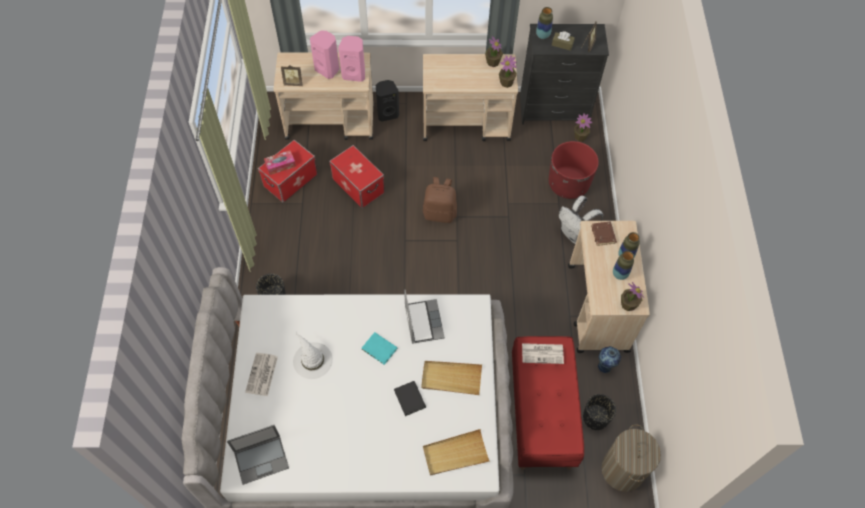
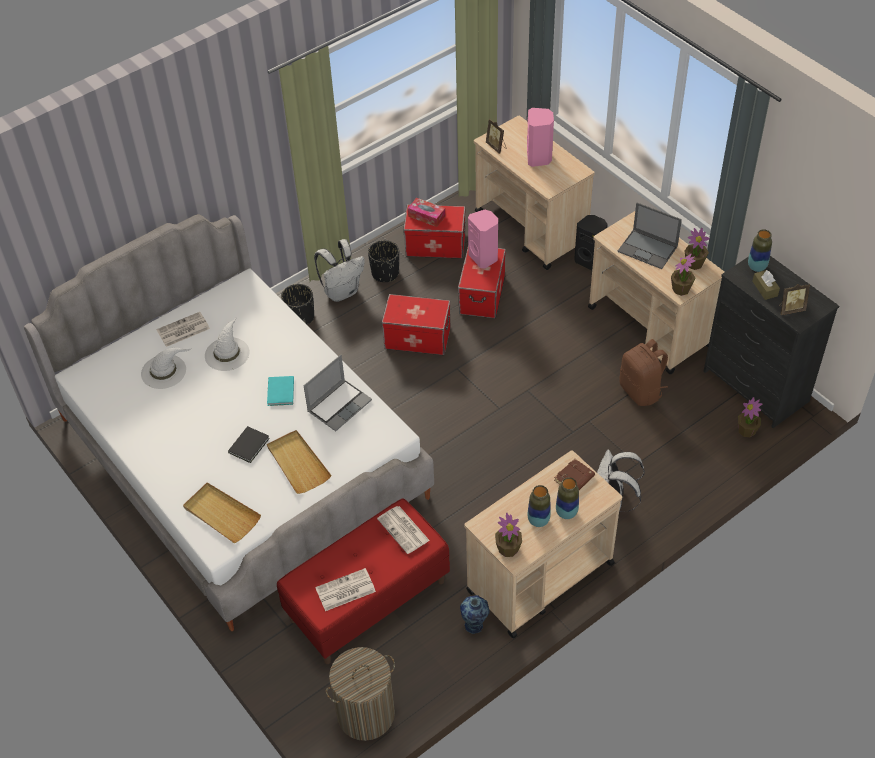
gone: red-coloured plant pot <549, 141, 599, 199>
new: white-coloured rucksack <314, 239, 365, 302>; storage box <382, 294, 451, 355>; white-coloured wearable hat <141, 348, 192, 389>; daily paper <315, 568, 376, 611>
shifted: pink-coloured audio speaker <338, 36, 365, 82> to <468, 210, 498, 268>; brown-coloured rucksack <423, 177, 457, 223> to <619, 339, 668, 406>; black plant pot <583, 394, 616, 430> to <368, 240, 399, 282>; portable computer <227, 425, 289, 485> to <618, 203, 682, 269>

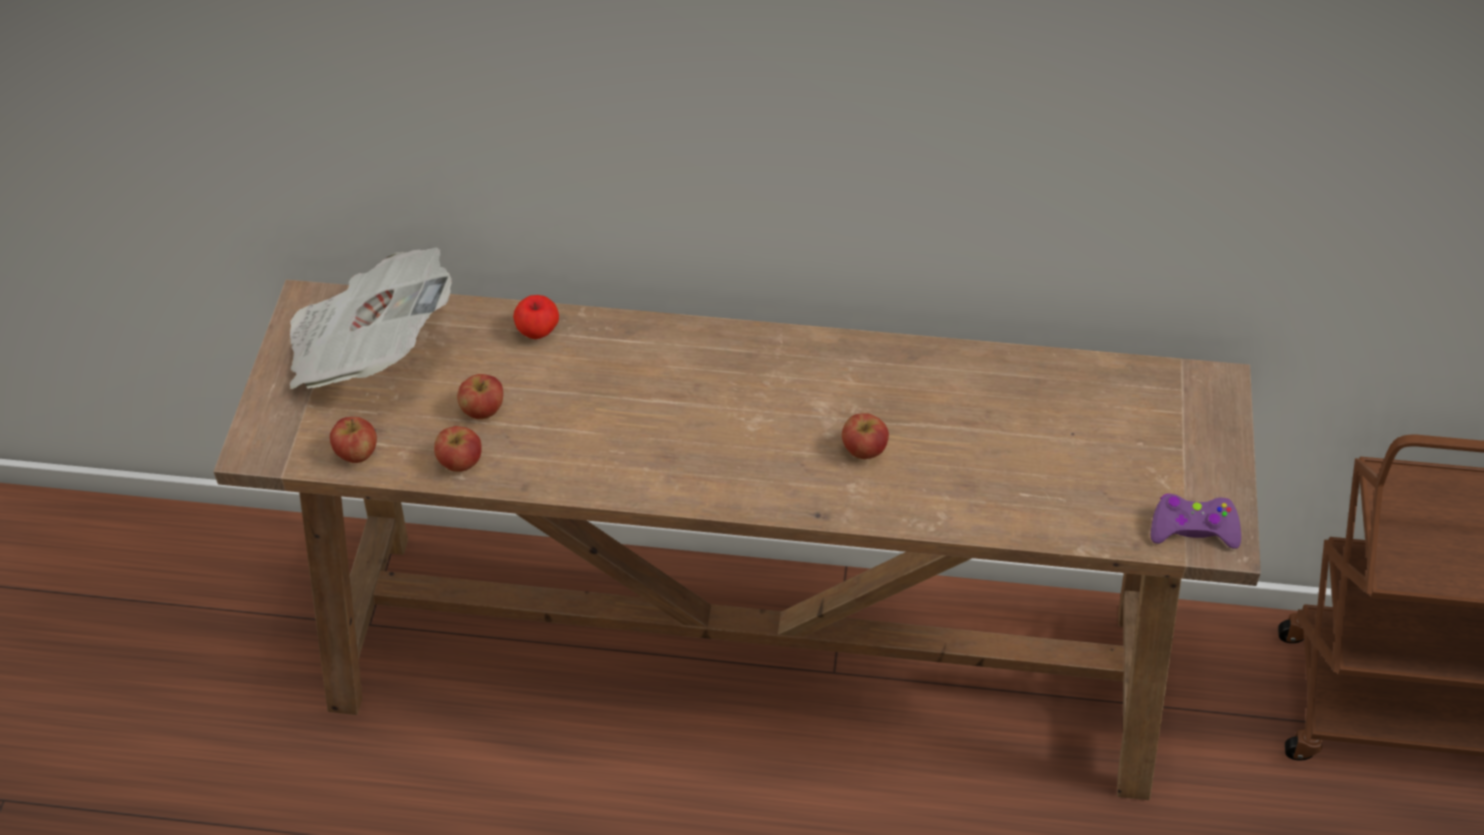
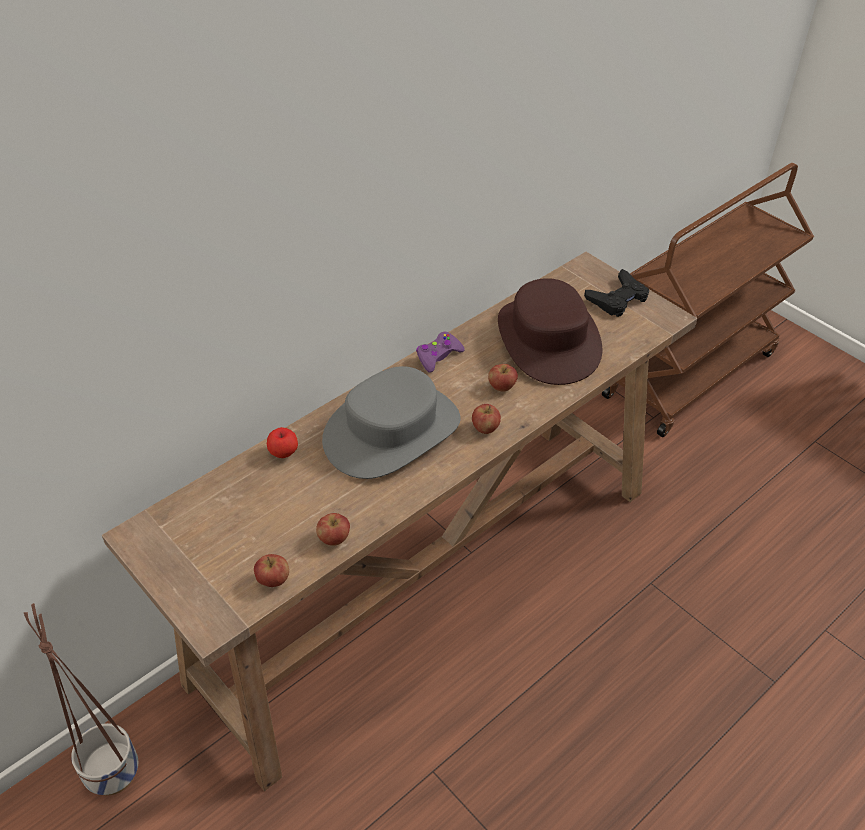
gone: daily paper <289, 248, 452, 389>
new: black gamepad <584, 269, 649, 317>; brown-coloured wearable hat <498, 278, 602, 385>; greyish wearable hat <322, 366, 461, 479>; plant pot <24, 603, 138, 795>
shifted: apple <457, 374, 503, 419> to <472, 404, 501, 434>; purple-coloured gamepad <1150, 494, 1241, 549> to <416, 332, 465, 373>

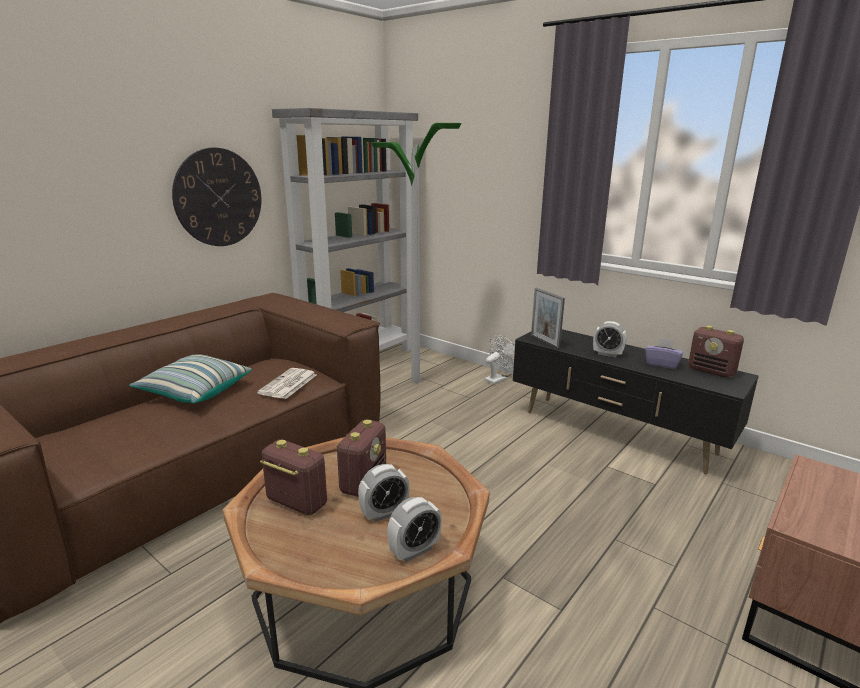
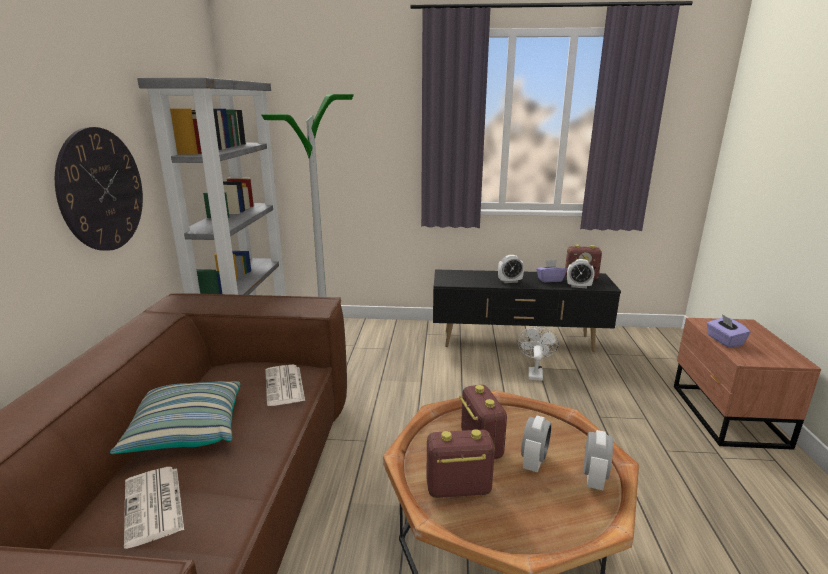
gone: picture frame <531, 288, 565, 349>
new: alarm clock <567, 259, 594, 288>; purple-coloured box of tissues <706, 314, 750, 347>; daily paper <124, 467, 184, 549>
shifted: white-coloured cooling fan <485, 335, 515, 384> to <518, 326, 559, 381>

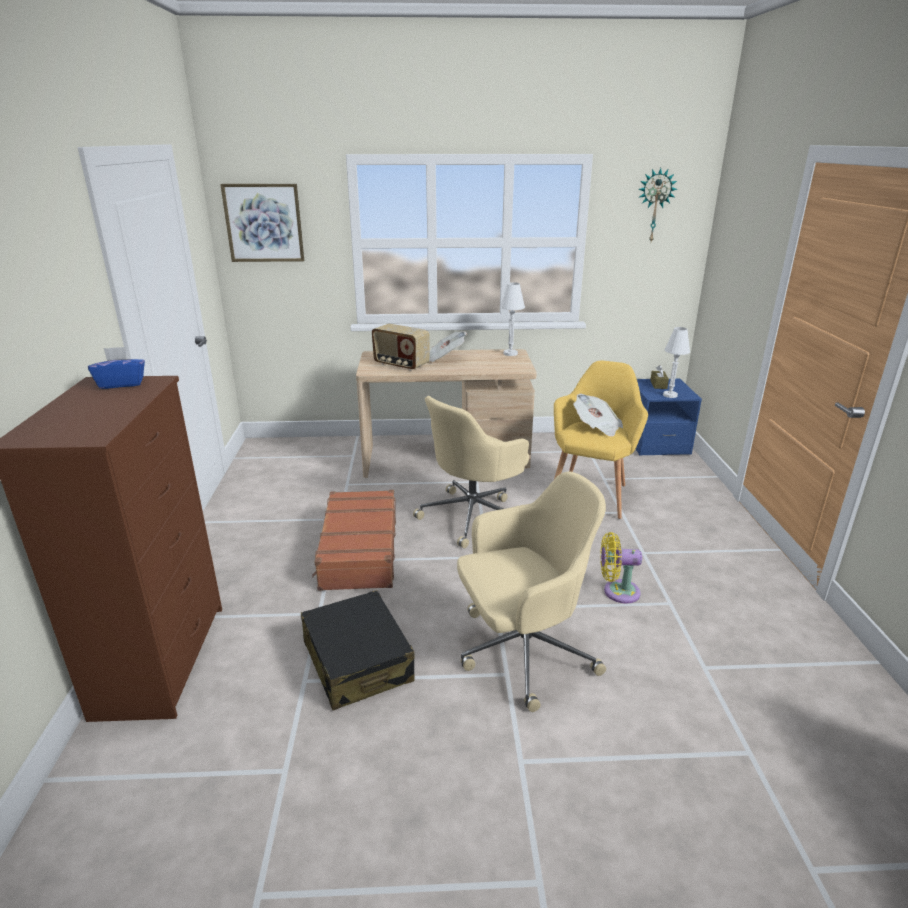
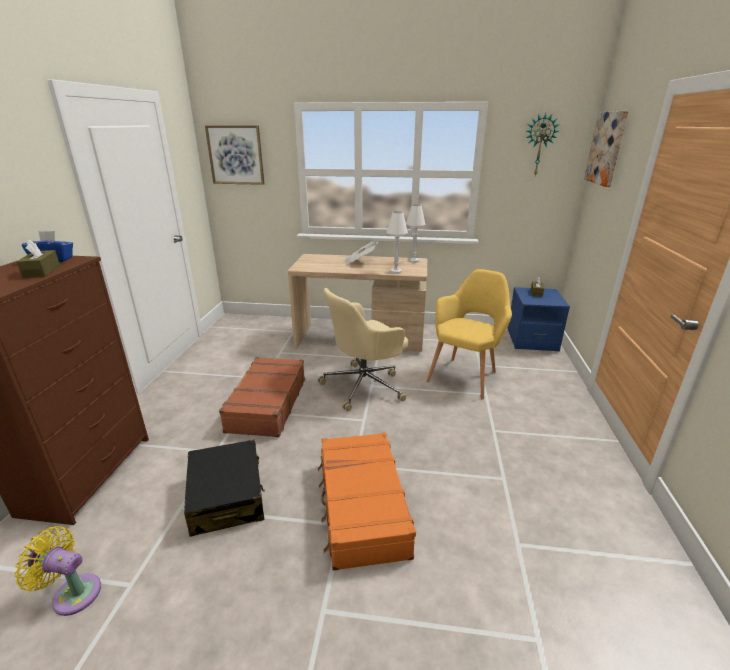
gone: radio receiver <372, 324, 430, 371>; daily paper <574, 394, 621, 437>
new: wall picture <584, 111, 628, 187>; brown-coloured box of tissues <17, 239, 60, 278>
shifted: white-coloured lamp for a table <663, 327, 690, 398> to <387, 211, 408, 274>; yellow cooling fan <600, 532, 642, 604> to <14, 526, 101, 616>
swapped: sand-coloured computer chair <457, 471, 606, 712> to orangey travel case <318, 432, 416, 571>

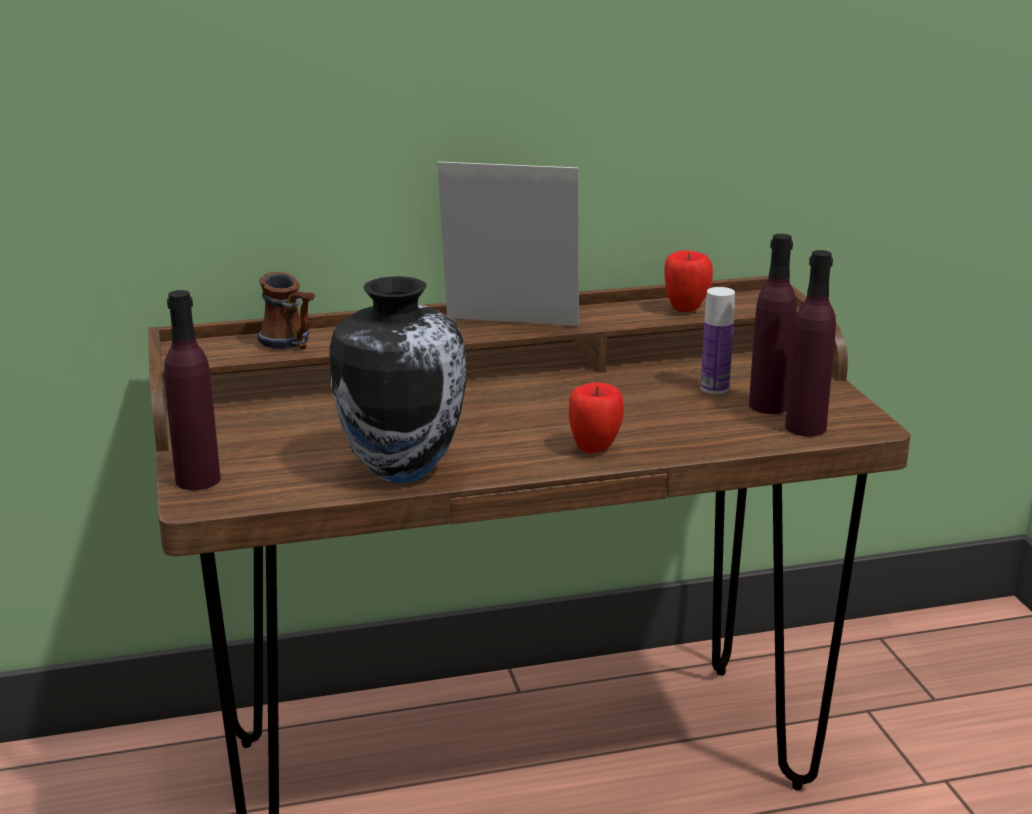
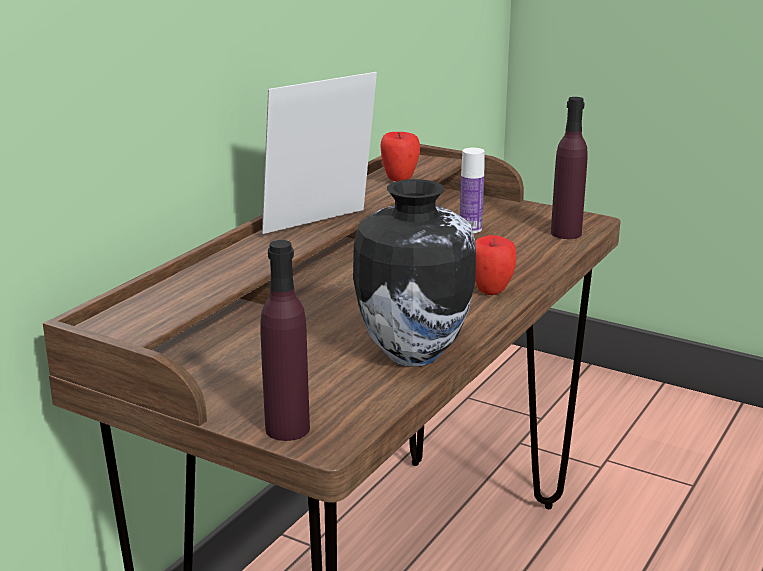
gone: purple-coloured beverage bottle <749, 234, 797, 414>; mug <257, 272, 315, 349>

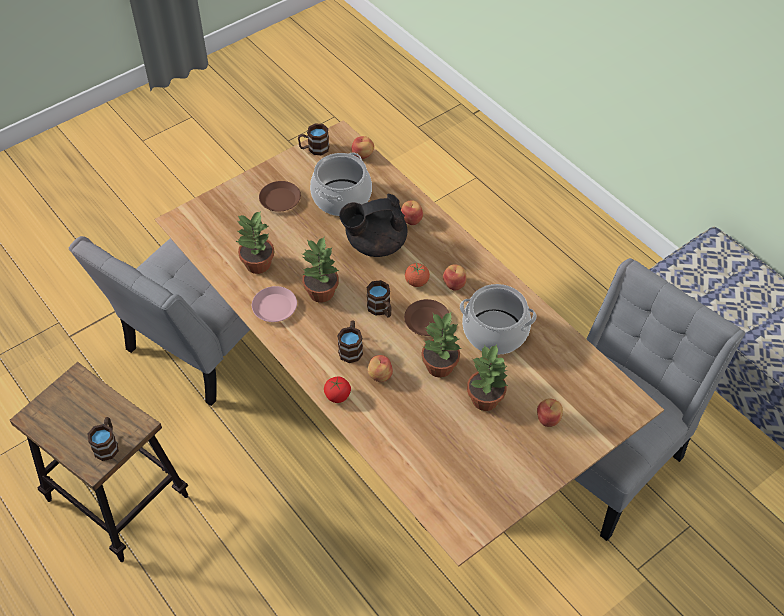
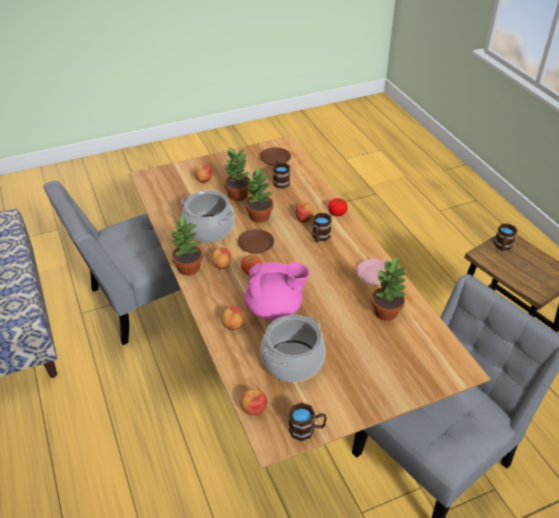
shifted: brown-coloured dinner plate <259, 181, 301, 212> to <260, 147, 291, 166>; houseplant <302, 237, 339, 303> to <170, 216, 203, 276>; brown-coloured mug <366, 280, 392, 317> to <273, 161, 290, 188>
repainted: black tea pot <339, 194, 407, 257> to pink-coloured tea pot <245, 262, 309, 321>

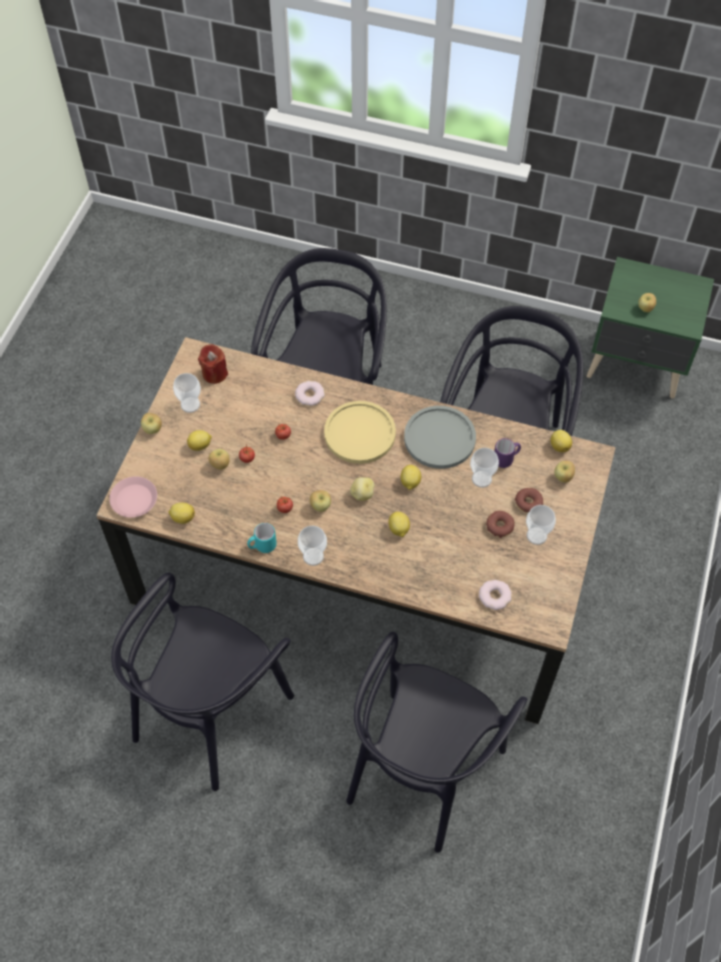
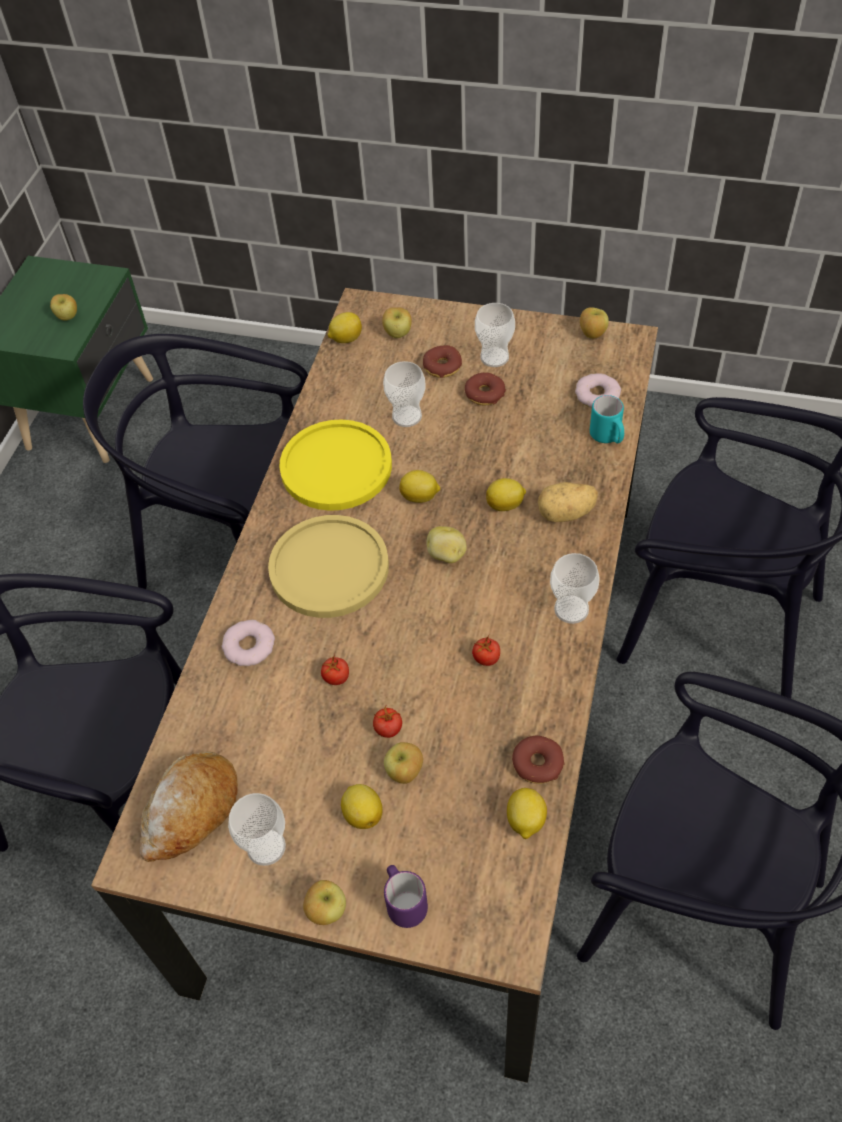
gone: pink-coloured dinner plate <109, 476, 157, 518>
new: whole potato <538, 482, 598, 522>; donut <512, 736, 565, 784>
shifted: purple-coloured mug <494, 438, 521, 468> to <384, 865, 428, 928>; apple <310, 490, 331, 512> to <580, 307, 609, 338>; blue-green mug <247, 523, 277, 553> to <590, 395, 624, 443>
swapped: red-coloured candle <198, 344, 228, 384> to baked bread <140, 752, 238, 862>
repainted: greyish dinner plate <404, 406, 476, 469> to yellow dinner plate <279, 419, 392, 511>

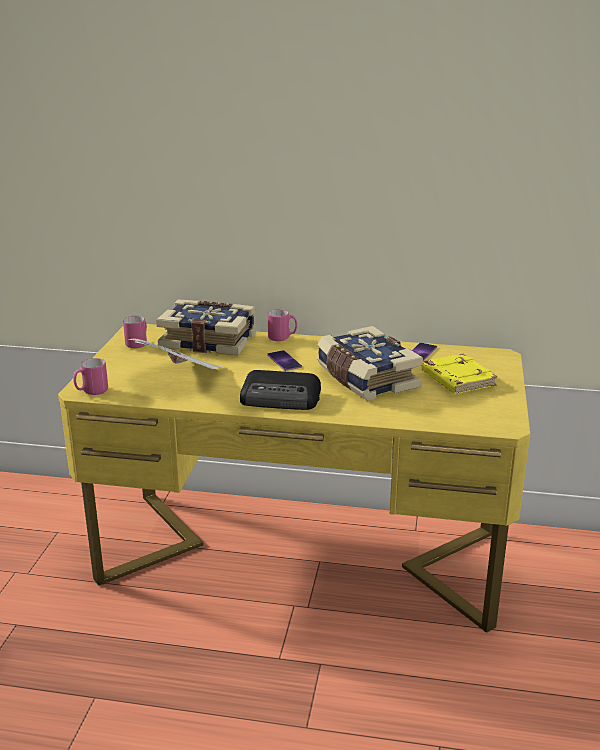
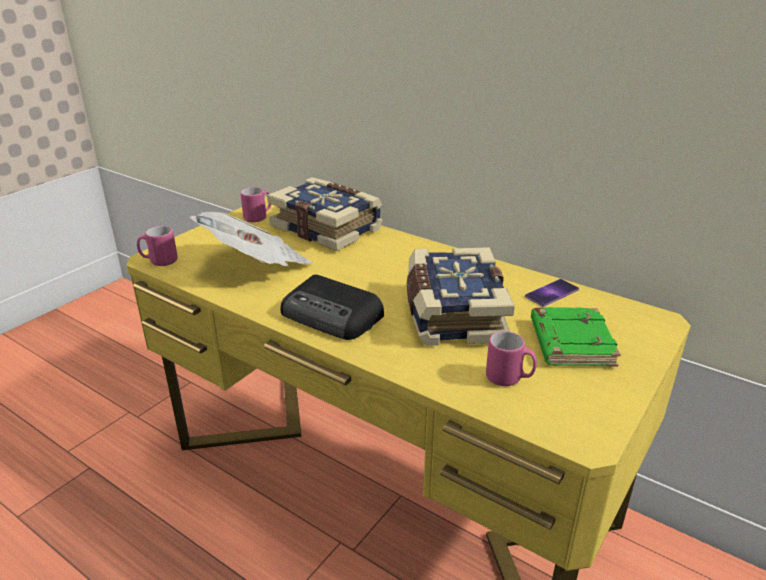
gone: handset <267, 350, 302, 371>
shifted: pink-coloured mug <268, 309, 297, 341> to <486, 331, 537, 386>
repainted: yellow book <421, 354, 497, 394> to green-coloured book <531, 307, 621, 367>

